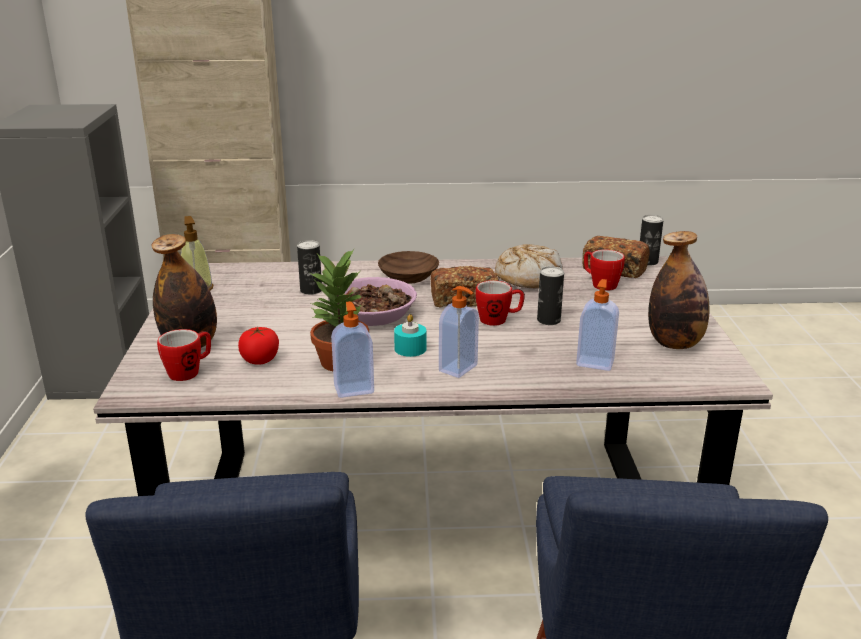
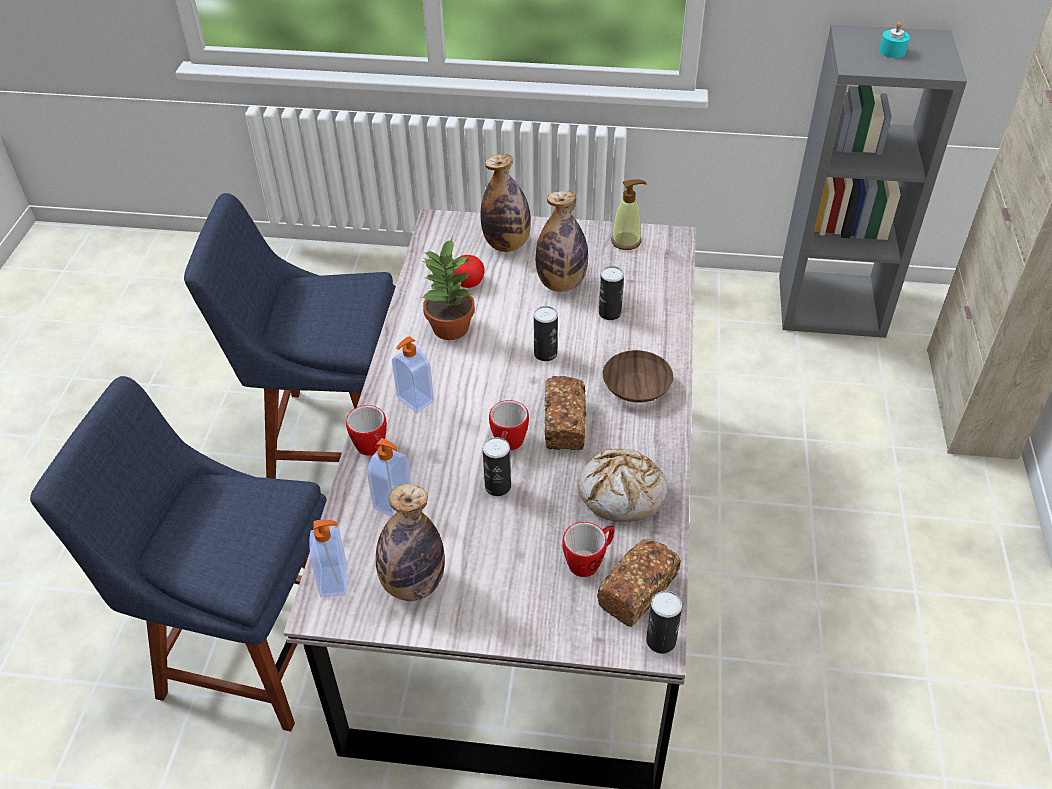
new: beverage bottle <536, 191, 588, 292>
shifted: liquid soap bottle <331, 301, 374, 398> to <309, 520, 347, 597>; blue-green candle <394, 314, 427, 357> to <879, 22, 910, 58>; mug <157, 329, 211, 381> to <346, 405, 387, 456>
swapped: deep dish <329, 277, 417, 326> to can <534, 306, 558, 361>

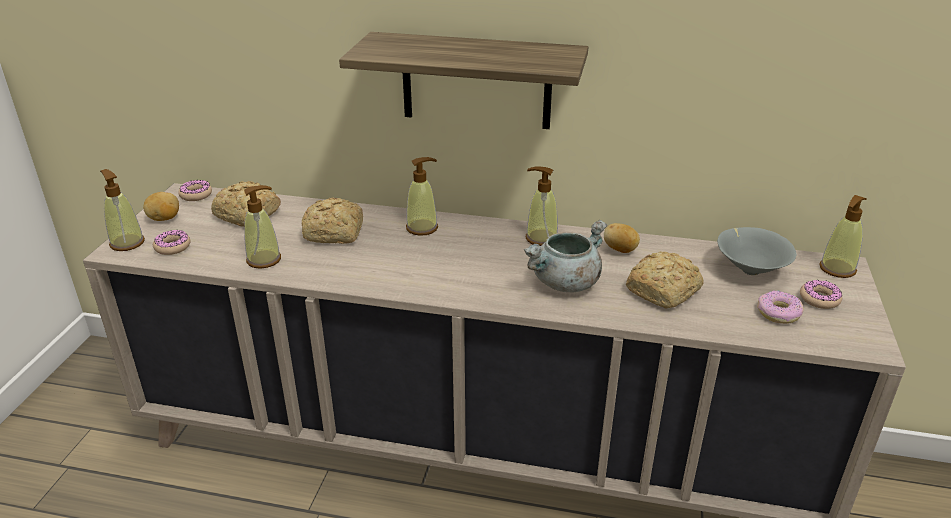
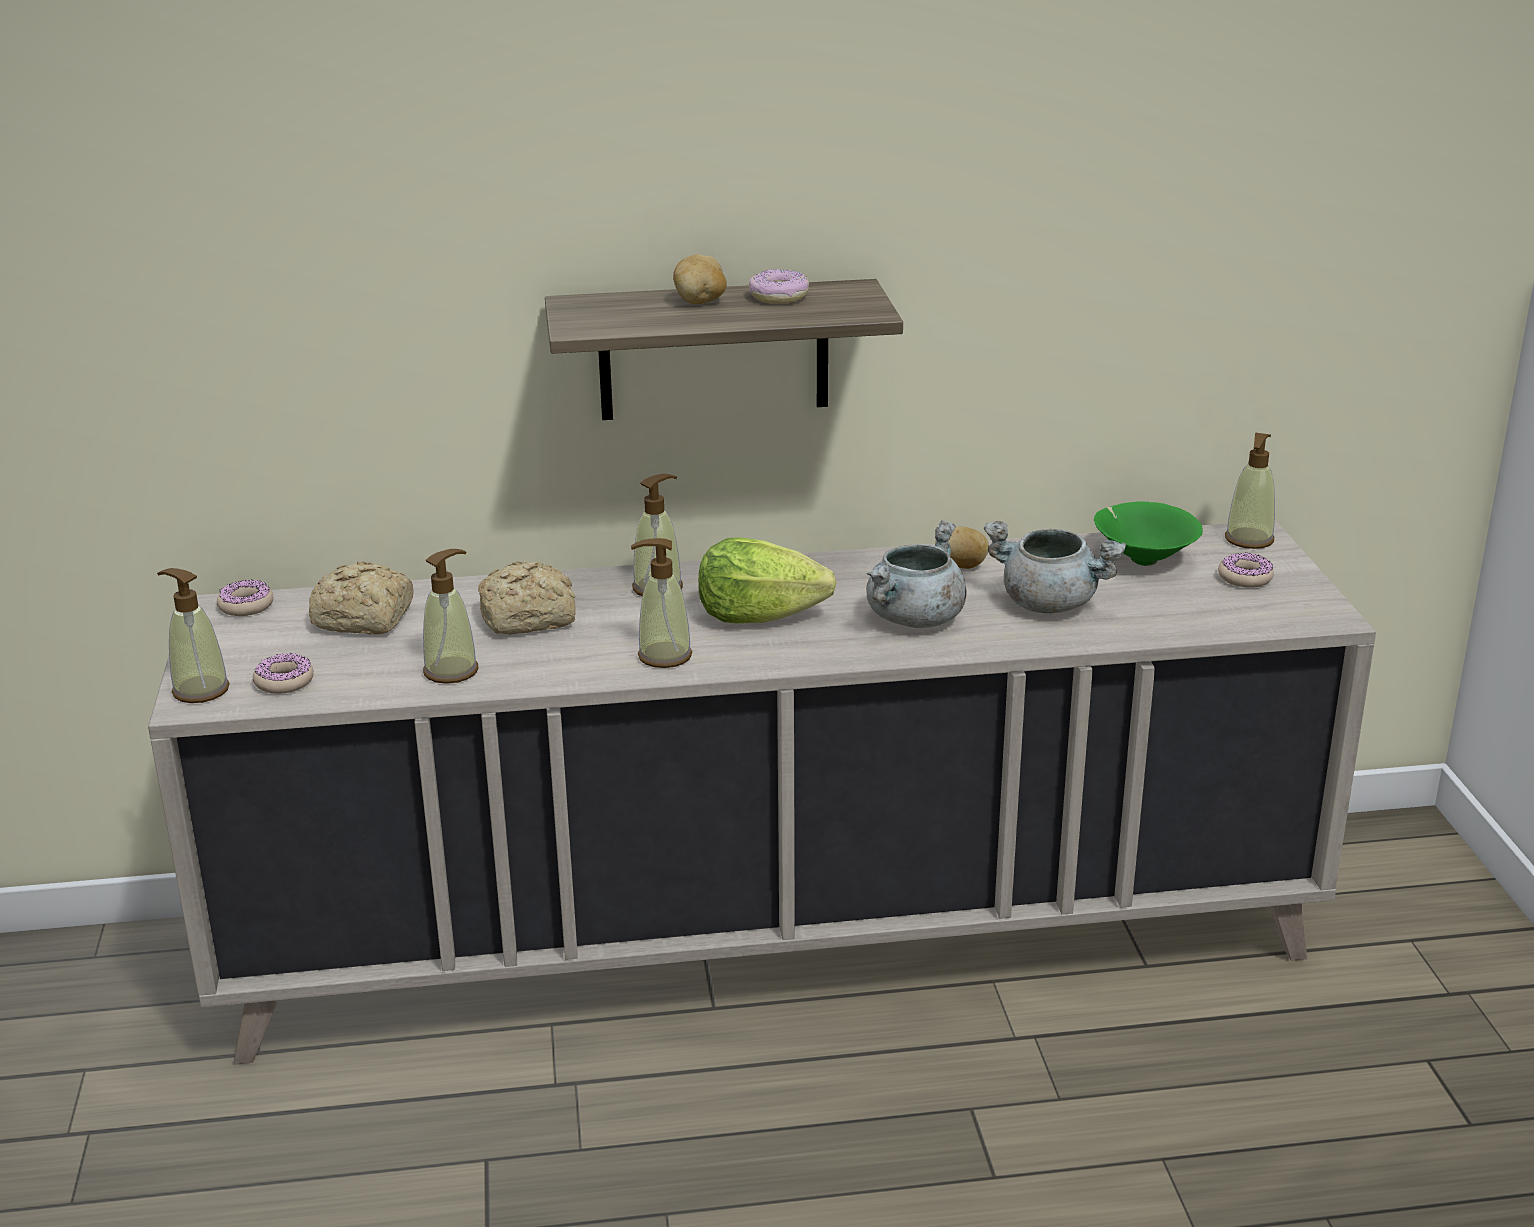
new: lettuce head <698, 537, 836, 624>
shifted: liquid soap bottle <526, 166, 558, 246> to <631, 538, 692, 668>; whole potato <143, 192, 179, 221> to <673, 254, 727, 304>; donut <757, 291, 804, 324> to <749, 269, 810, 304>
swapped: baked bread <626, 251, 704, 309> to greyish saucepot <984, 521, 1126, 613>
repainted: greyish deep dish <717, 227, 797, 275> to green-coloured deep dish <1094, 501, 1203, 566>

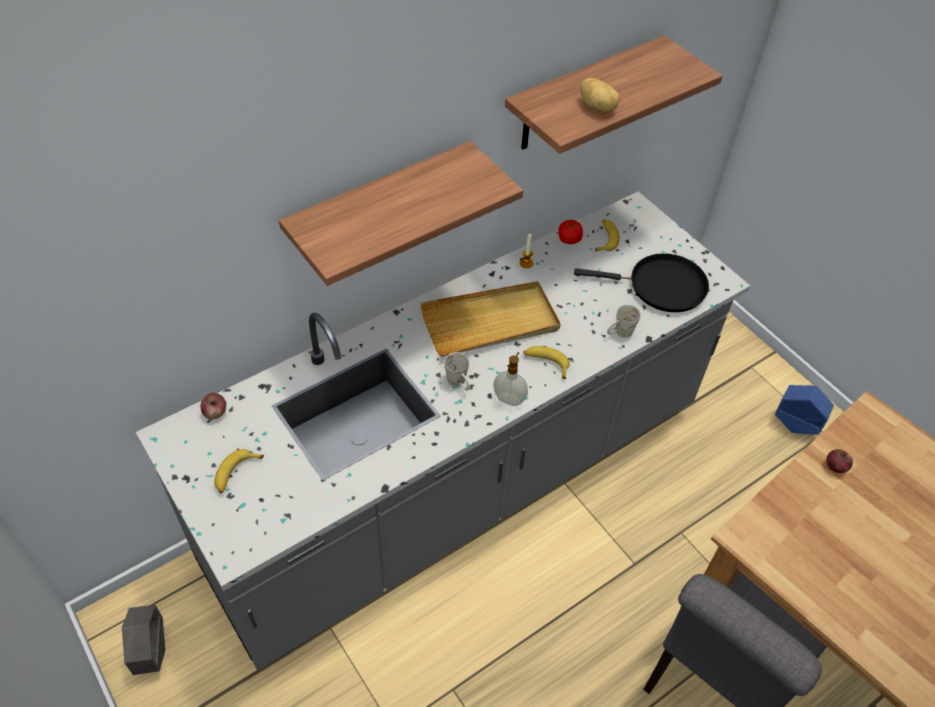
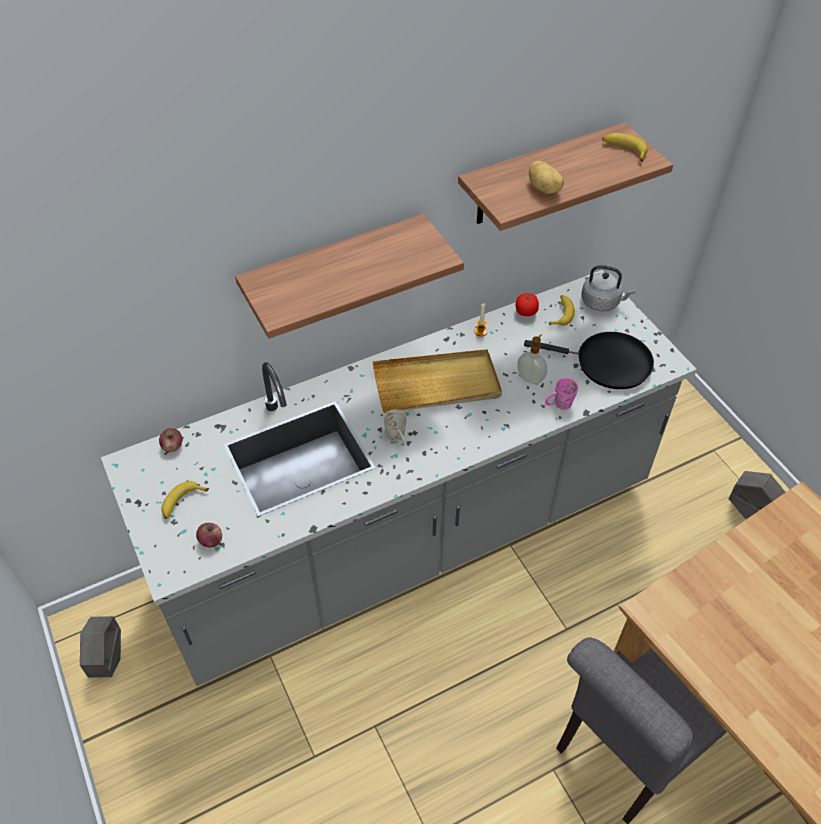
new: greyish water kettle <582, 265, 635, 312>
shifted: banana fruit <523, 346, 570, 379> to <602, 133, 648, 162>; liquid soap bottle <493, 352, 528, 406> to <517, 334, 547, 384>; apple <827, 449, 853, 473> to <196, 523, 222, 548>
repainted: white-coloured mug <607, 305, 641, 338> to pink-coloured mug <545, 378, 578, 410>; bluish plant pot <775, 385, 834, 435> to greyish plant pot <728, 471, 785, 519>

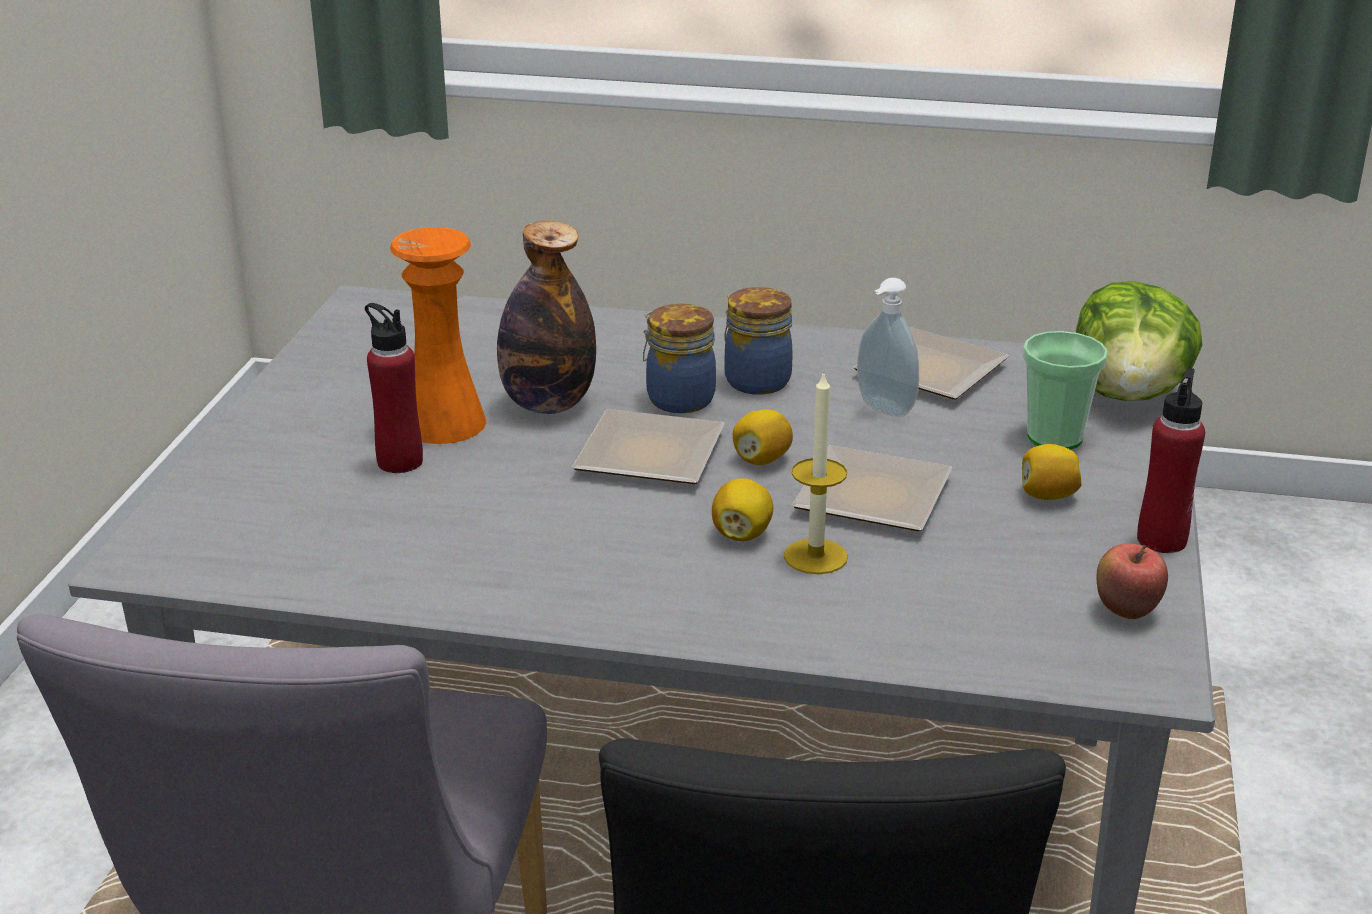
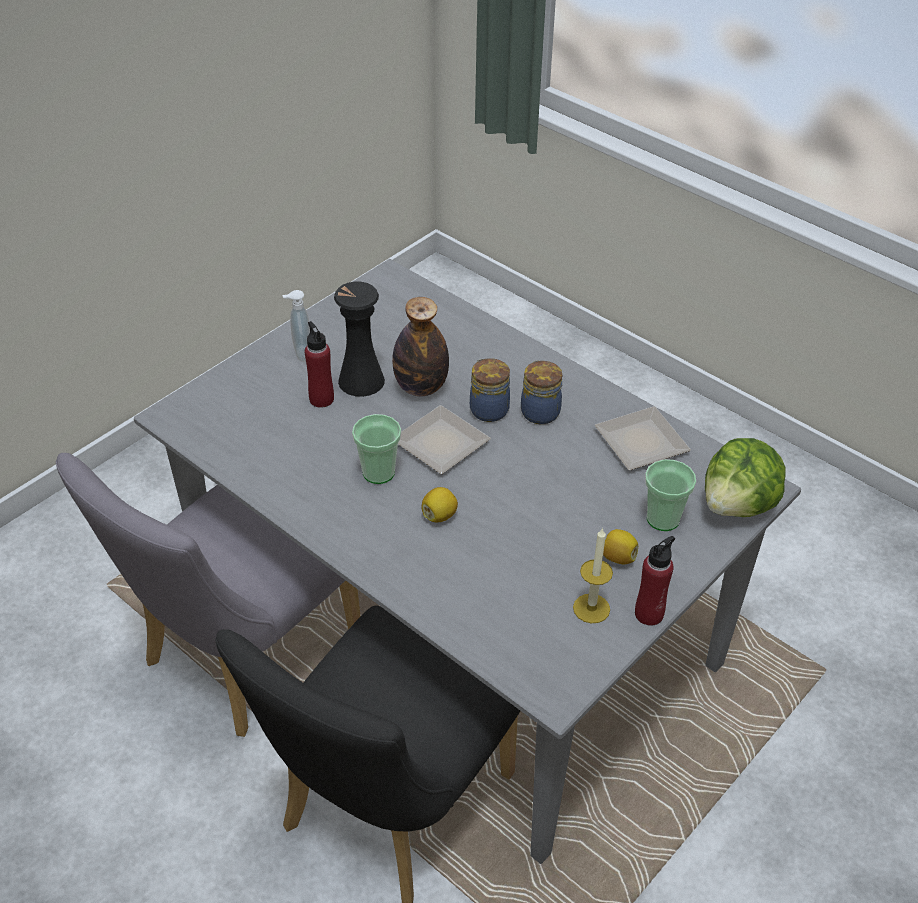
gone: citrus fruit <733, 410, 793, 465>; dinner plate <792, 445, 952, 532>; apple <1096, 544, 1168, 619>
new: cup <352, 414, 401, 484>
shifted: liquid soap bottle <857, 278, 919, 417> to <282, 290, 310, 362>; candle <784, 371, 848, 574> to <573, 528, 613, 623>
repainted: orangey decorative vase <390, 227, 486, 444> to black decorative vase <334, 281, 385, 397>

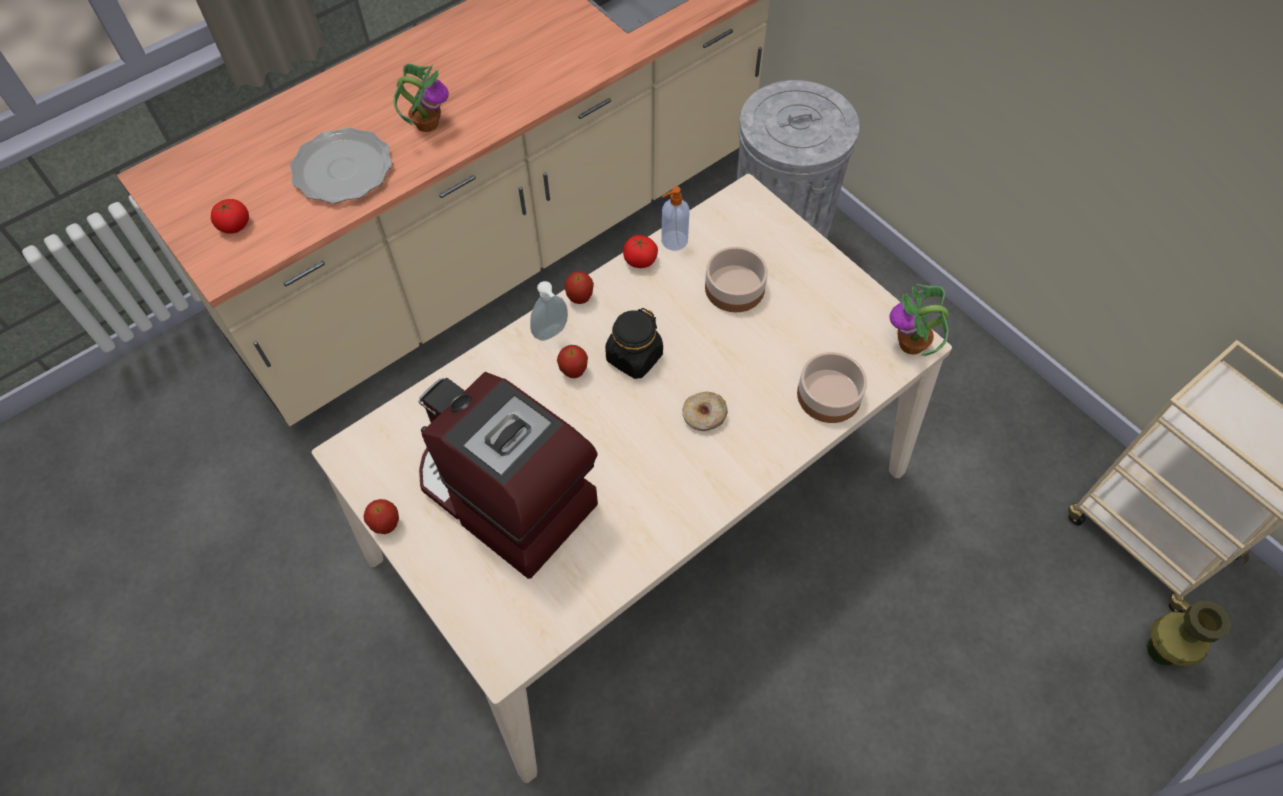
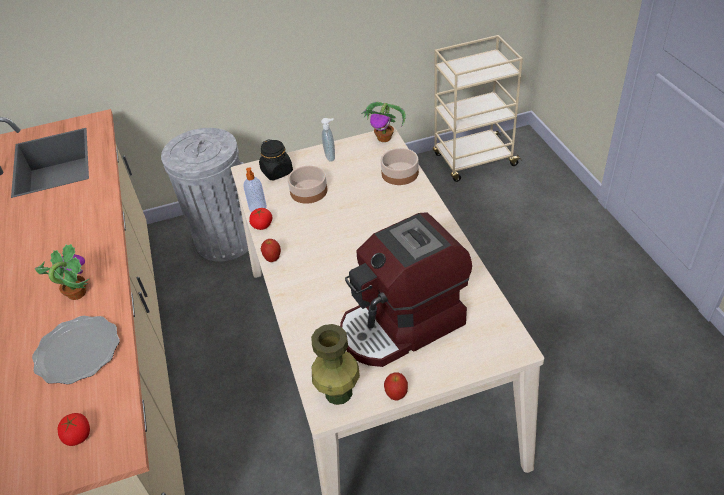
gone: apple <557, 345, 588, 378>; donut <682, 391, 728, 431>
shifted: liquid soap bottle <530, 281, 568, 341> to <321, 118, 335, 162>; black storage jar <605, 308, 663, 379> to <259, 139, 293, 180>; green-coloured decorative vase <1147, 601, 1231, 666> to <311, 324, 360, 405>

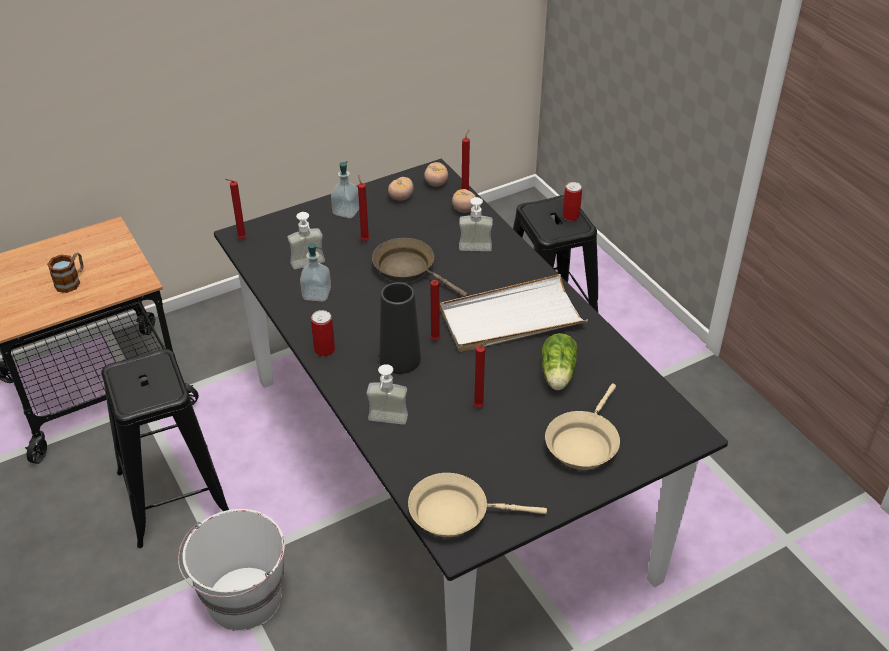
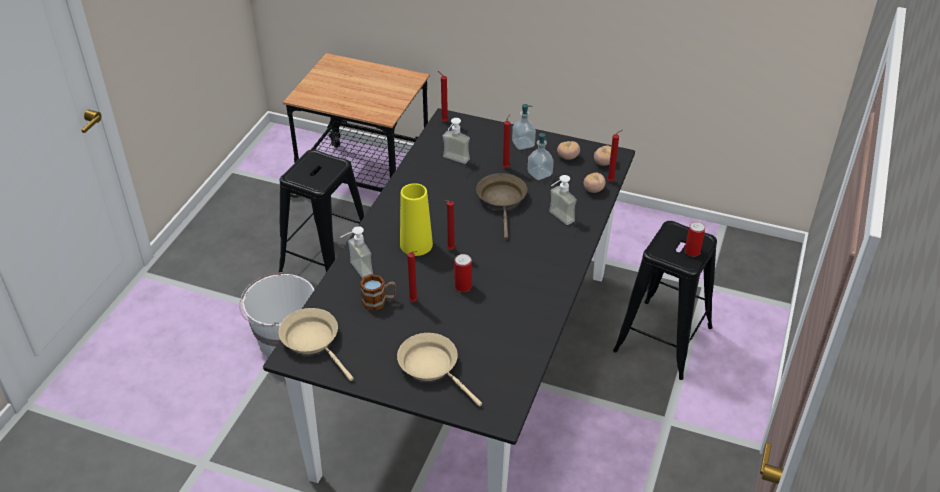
gone: white-coloured serving tray <440, 274, 588, 352>; lettuce head <542, 333, 578, 390>
shifted: liquid soap bottle <300, 243, 331, 302> to <528, 133, 554, 180>; mug <47, 252, 84, 293> to <360, 274, 396, 311>; can <311, 310, 335, 357> to <454, 254, 472, 292>
repainted: black decorative vase <379, 282, 421, 374> to yellow decorative vase <400, 183, 433, 256>
rotated: sand-coloured pan <545, 384, 620, 470> = <397, 333, 482, 406> 60 degrees clockwise

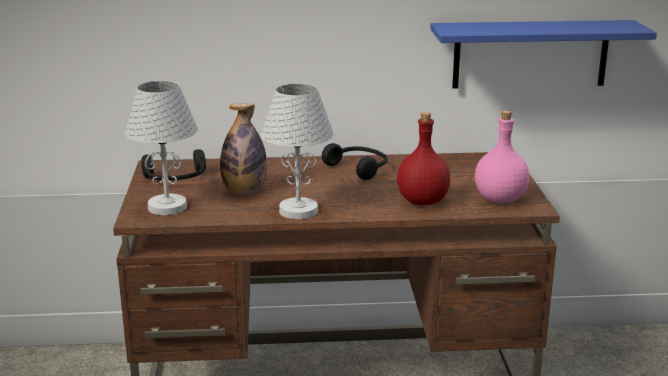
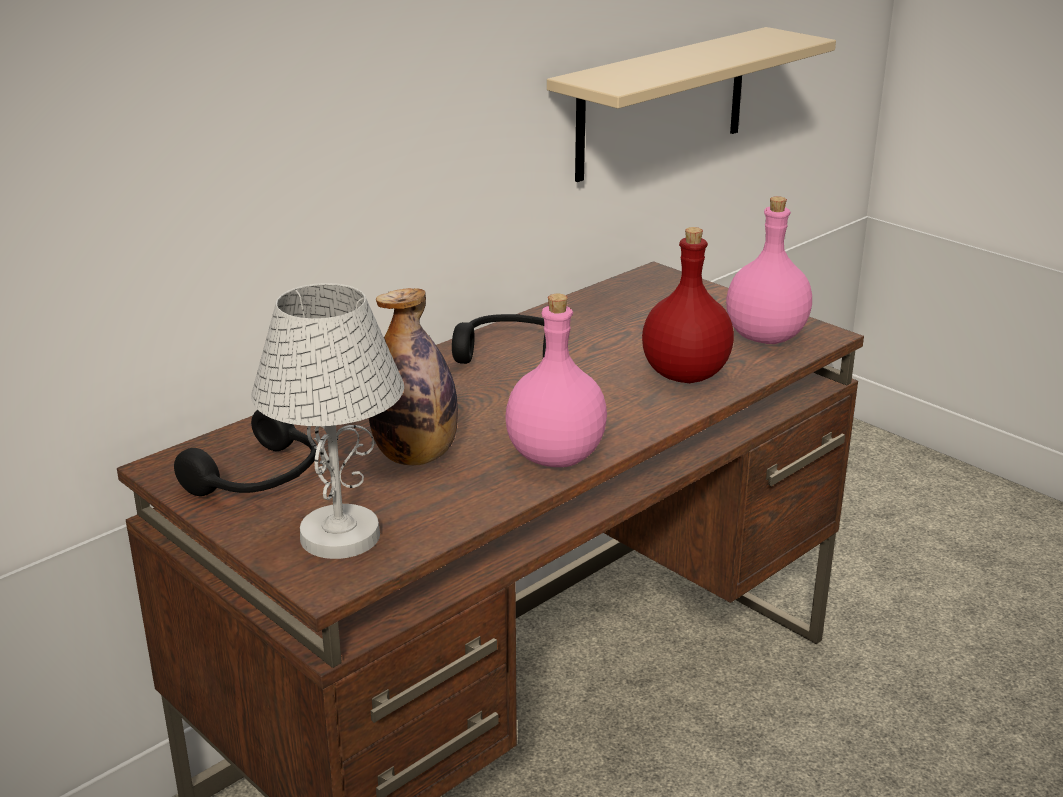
swapped: white-coloured lamp for a table <261, 83, 334, 219> to pink-coloured beverage bottle <505, 294, 607, 467>
repainted: bluish shelf <430, 20, 657, 88> to sand-coloured shelf <547, 27, 836, 182>

